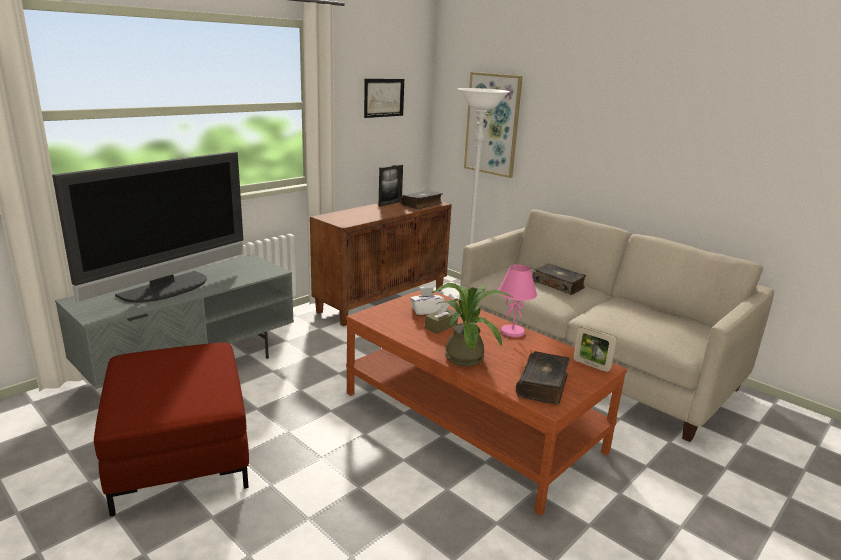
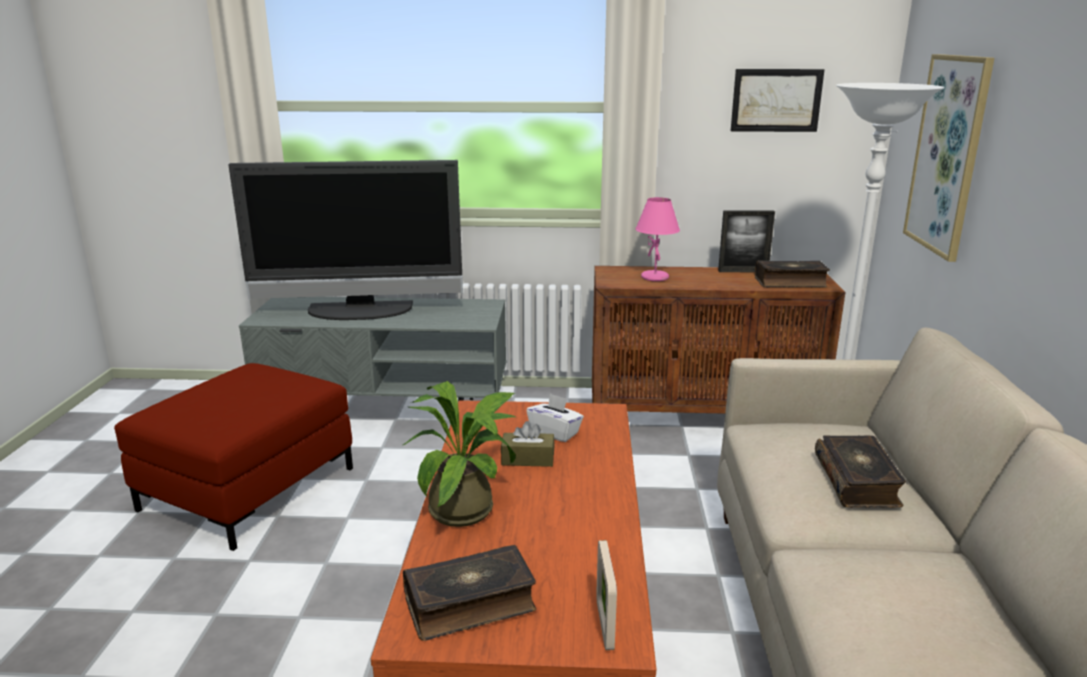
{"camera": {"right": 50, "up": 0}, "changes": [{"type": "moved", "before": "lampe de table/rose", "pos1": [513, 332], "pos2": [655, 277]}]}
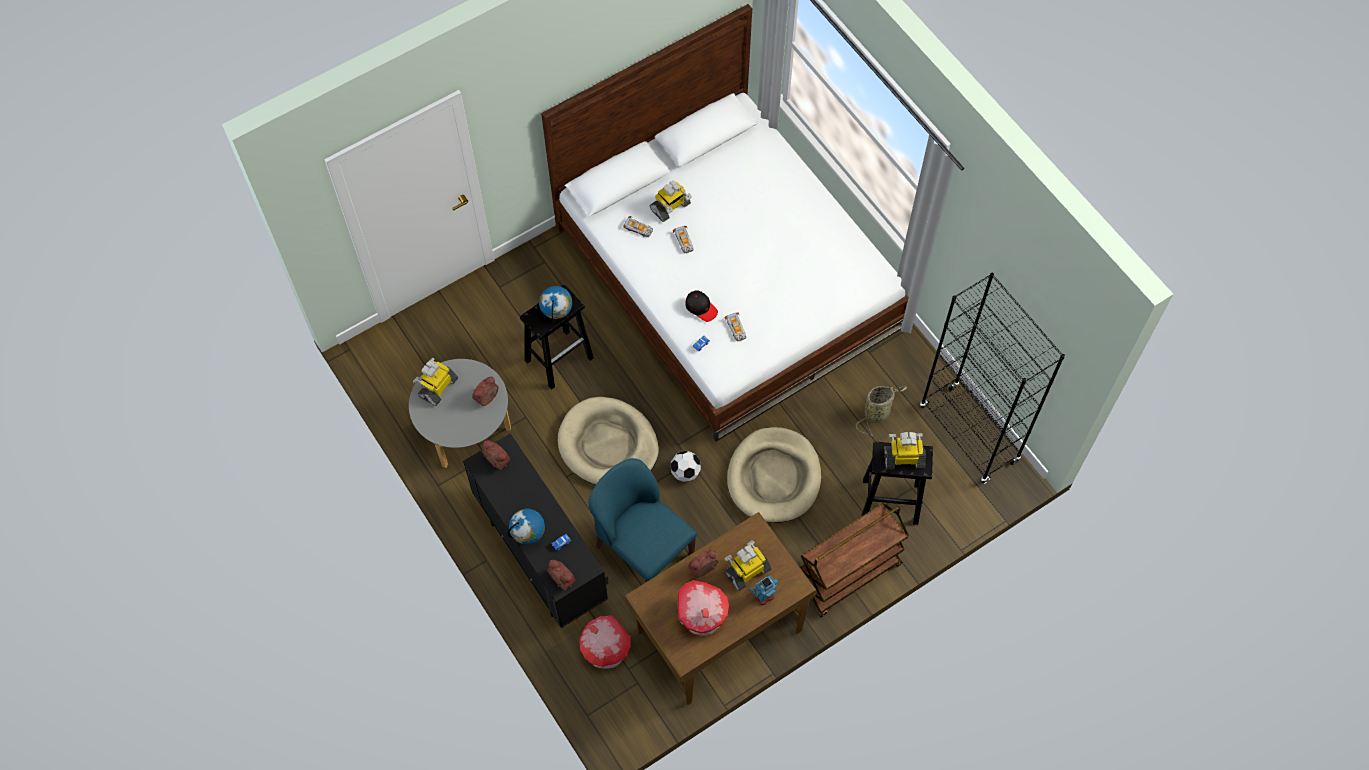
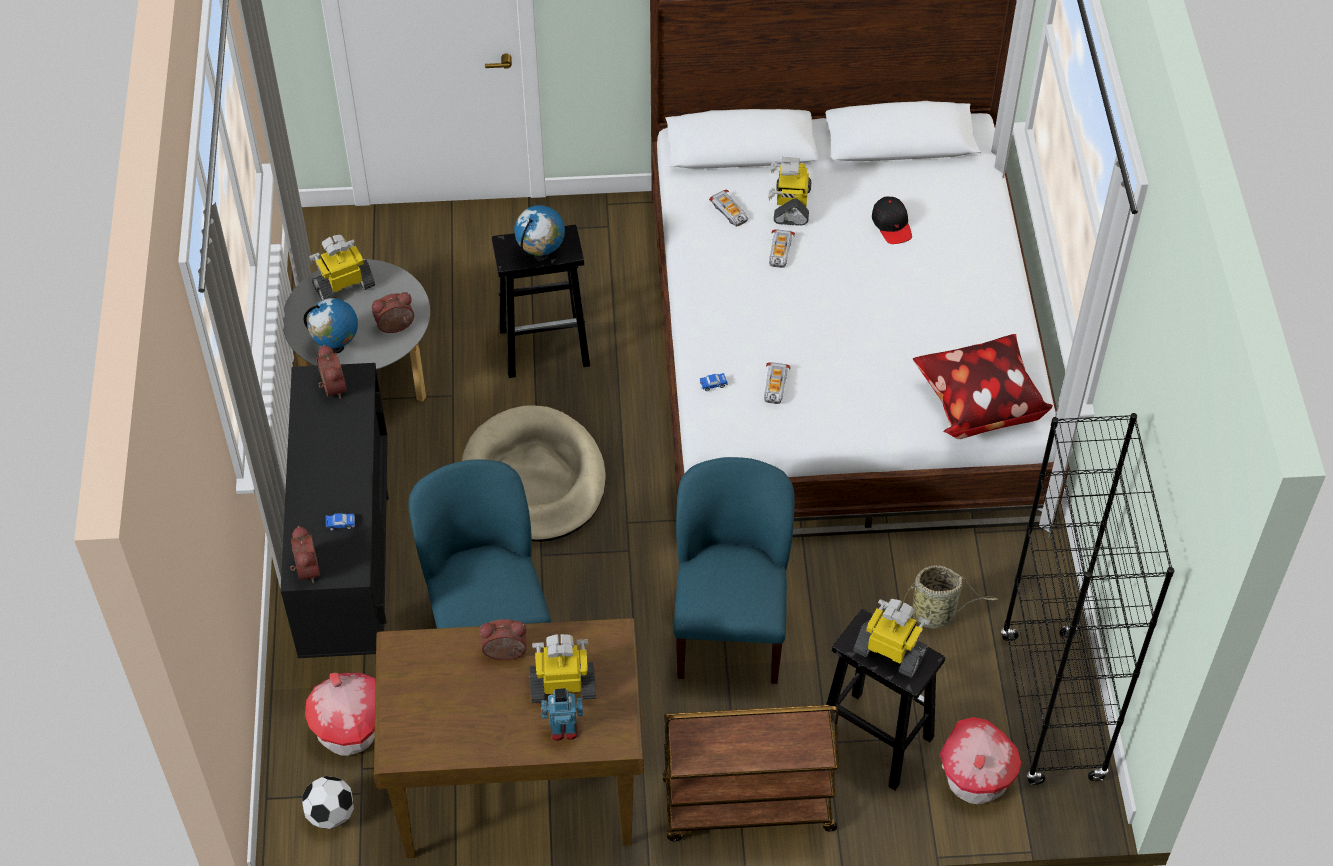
{"camera": {"right": 30, "up": -10}, "changes": [{"type": "moved", "before": "ballon de foot", "pos1": [685, 472], "pos2": [331, 814]}, {"type": "moved", "before": "globe", "pos1": [529, 536], "pos2": [336, 347]}, {"type": "replaced", "before": "panier pour chien/beige", "after": "chaise/bleu", "pos1": [774, 477], "pos2": [729, 627]}, {"type": "turned", "before": "robot jouet", "pos1": [670, 207], "pos2": [790, 205], "turn": 105}, {"type": "moved", "before": "casquette/noir", "pos1": [701, 308], "pos2": [892, 225]}, {"type": "added", "after": "coussin", "pos2": [977, 404]}, {"type": "moved", "before": "maison miniature", "pos1": [702, 615], "pos2": [976, 777]}]}
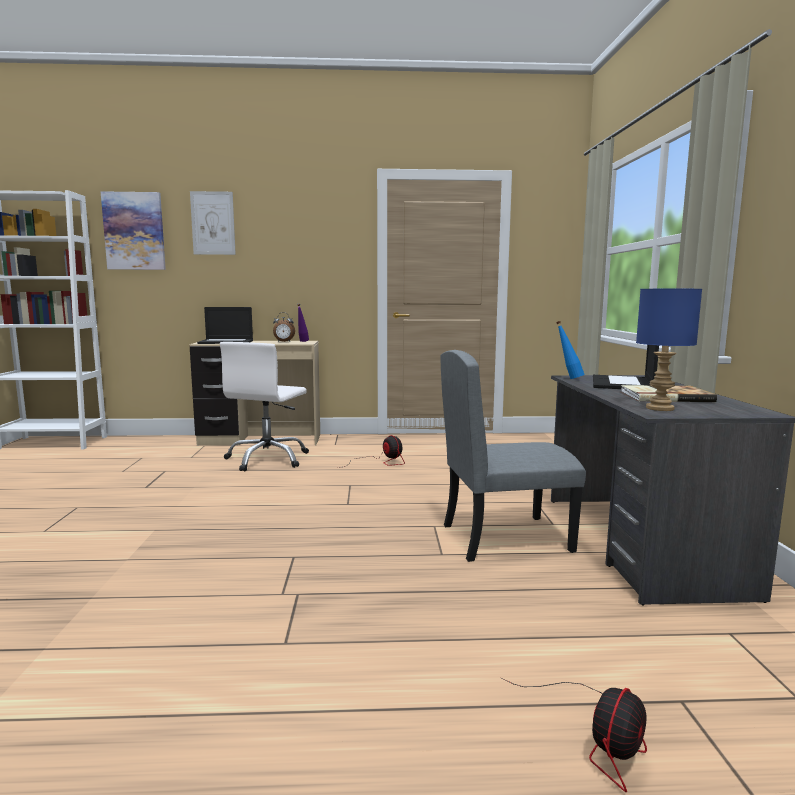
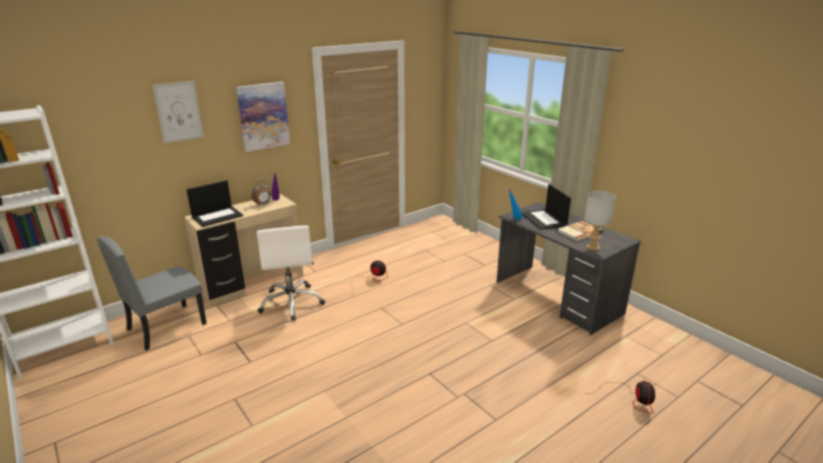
{"camera": {"right": -35, "up": 15}, "changes": [{"type": "moved", "before": "chaise/gris", "pos1": [505, 537], "pos2": [166, 326]}, {"type": "moved", "before": "tableau", "pos1": [134, 231], "pos2": [263, 116]}, {"type": "recoloured", "before": "lampe de table/bleu", "after": "lampe de table/gris", "pos1": [660, 408], "pos2": [593, 247]}]}
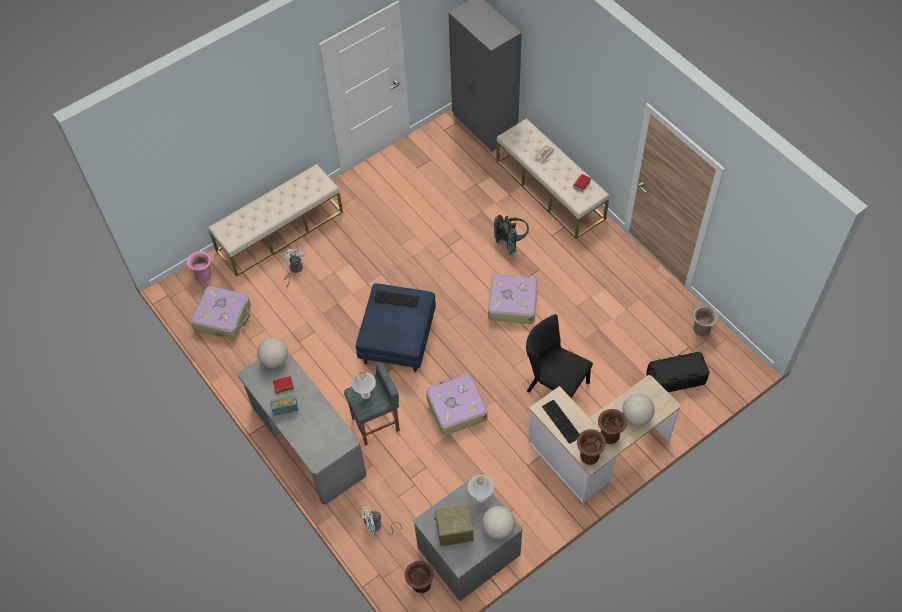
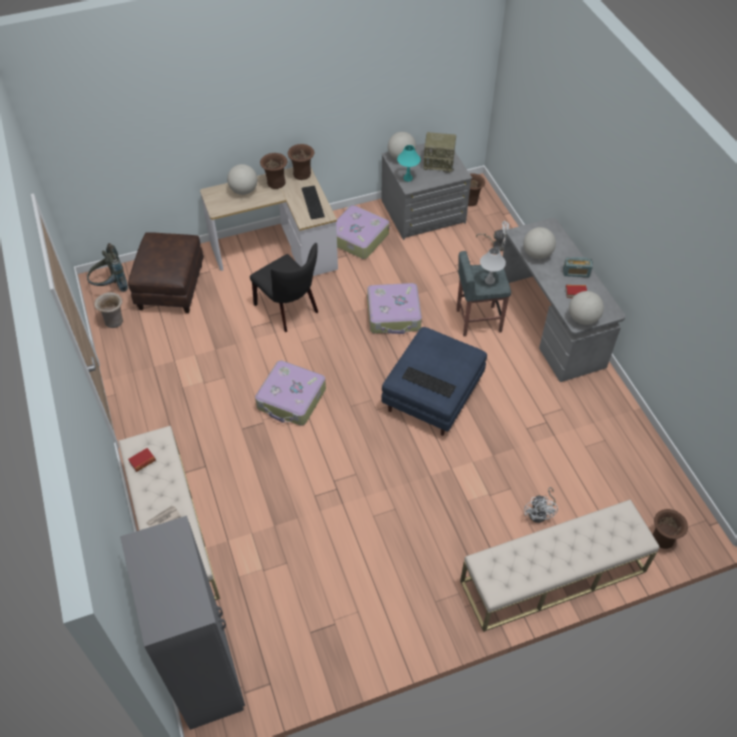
{"camera": {"right": -165, "up": -5}, "changes": [{"type": "moved", "before": "sac à dos/gris", "pos1": [512, 240], "pos2": [110, 286]}, {"type": "replaced", "before": "boîte de rangement/noir", "after": "pouf/marron", "pos1": [676, 378], "pos2": [170, 286]}, {"type": "moved", "before": "valise", "pos1": [223, 317], "pos2": [357, 238]}, {"type": "recoloured", "before": "lampe de table/blanc", "after": "lampe de table/turquoise", "pos1": [480, 498], "pos2": [408, 178]}, {"type": "added", "after": "globe", "pos2": [537, 254]}, {"type": "recoloured", "before": "vase/rose", "after": "vase/marron", "pos1": [204, 275], "pos2": [661, 540]}]}
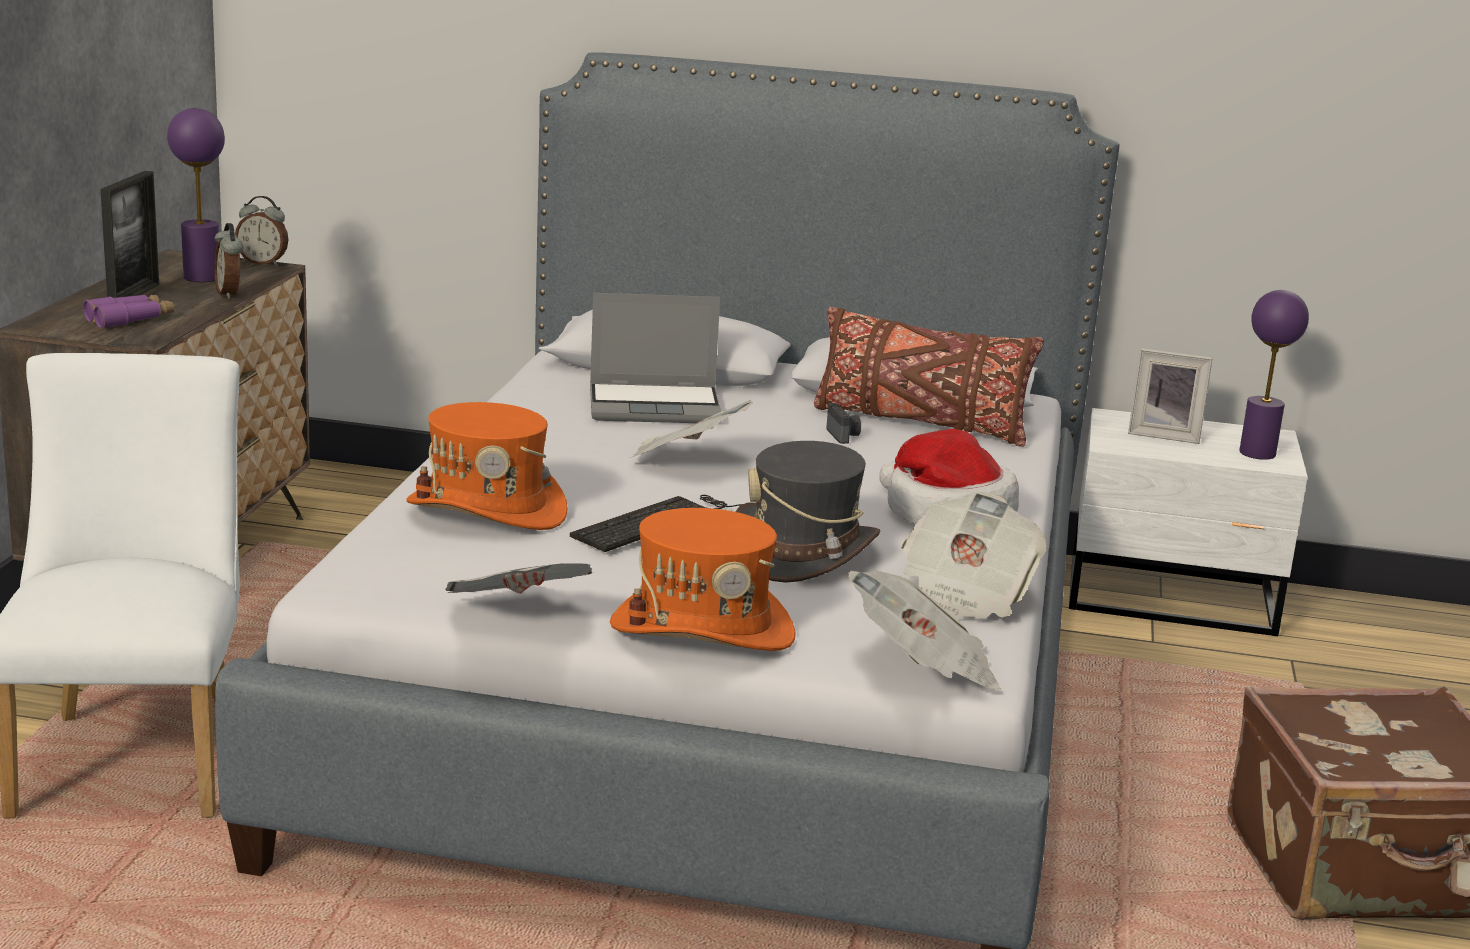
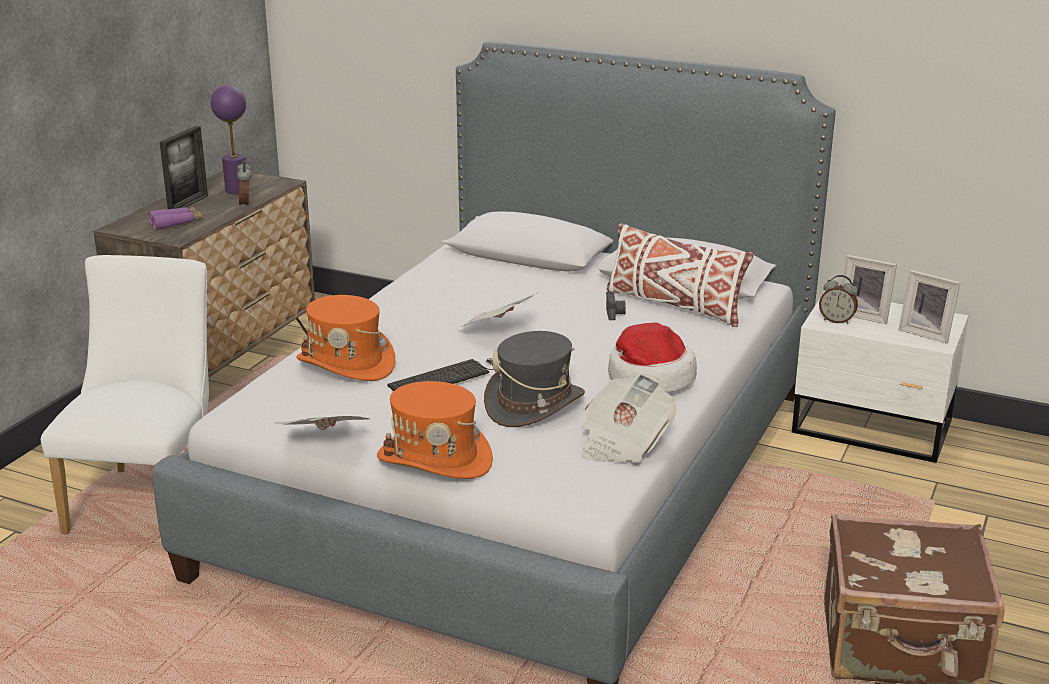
{"camera": {"right": 15, "up": 5}, "changes": [{"type": "recoloured", "before": "coussin/marron", "after": "coussin/blanc", "pos1": [919, 423], "pos2": [674, 305]}, {"type": "moved", "before": "réveil", "pos1": [263, 263], "pos2": [836, 321]}, {"type": "replaced", "before": "lampe de table/violet", "after": "cadre photo", "pos1": [1258, 453], "pos2": [926, 333]}, {"type": "removed", "before": "ordinateur portable", "pos1": [656, 406]}, {"type": "removed", "before": "journal", "pos1": [923, 668]}]}
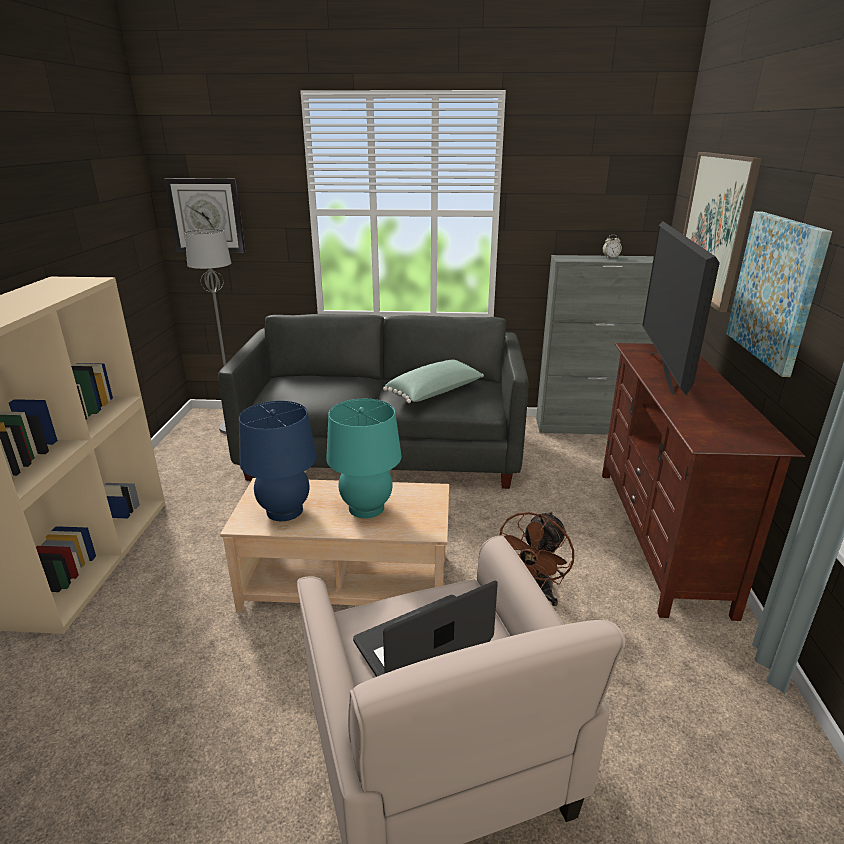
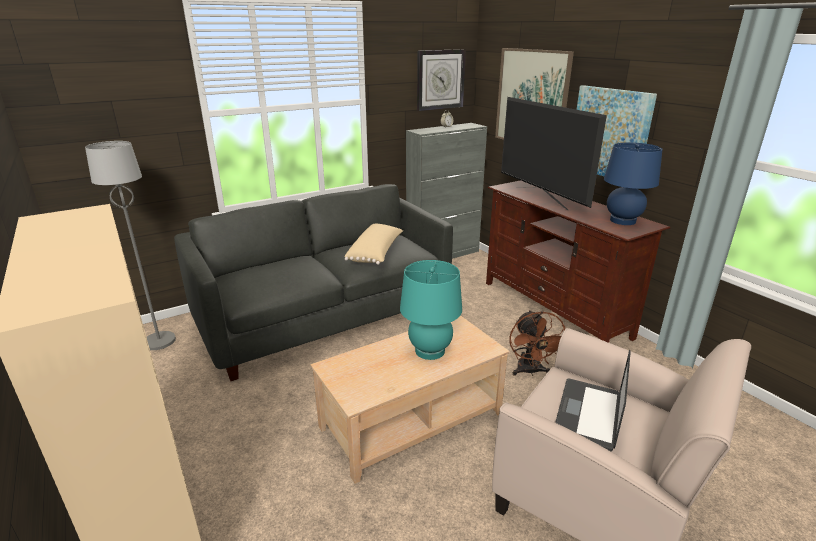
{"camera": {"right": -35, "up": 0}, "changes": [{"type": "recoloured", "before": "coussin/vert", "after": "coussin/beige", "pos1": [435, 393], "pos2": [376, 253]}, {"type": "moved", "before": "horloge murale", "pos1": [206, 215], "pos2": [440, 79]}, {"type": "moved", "before": "lampe de table/bleu", "pos1": [284, 511], "pos2": [622, 221]}]}
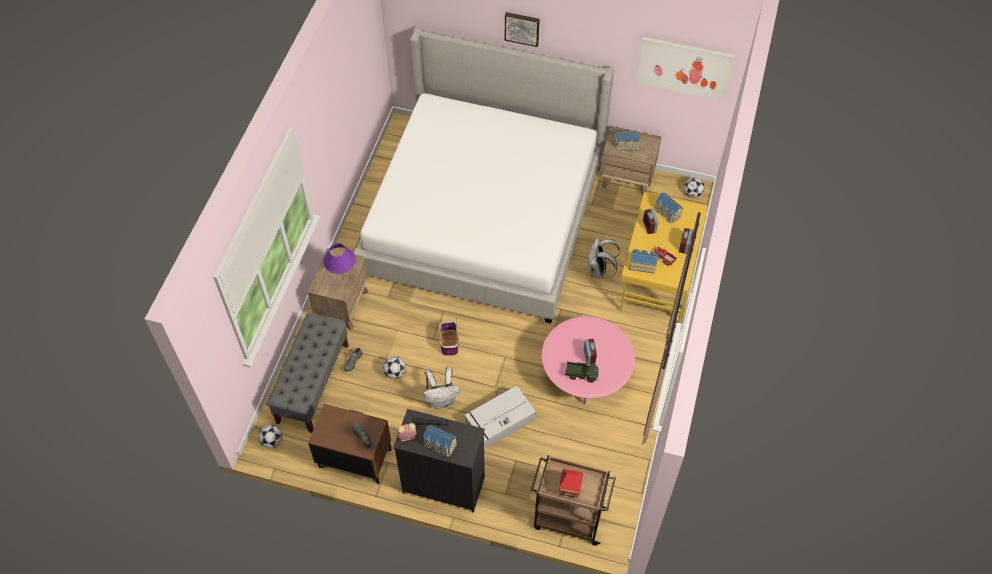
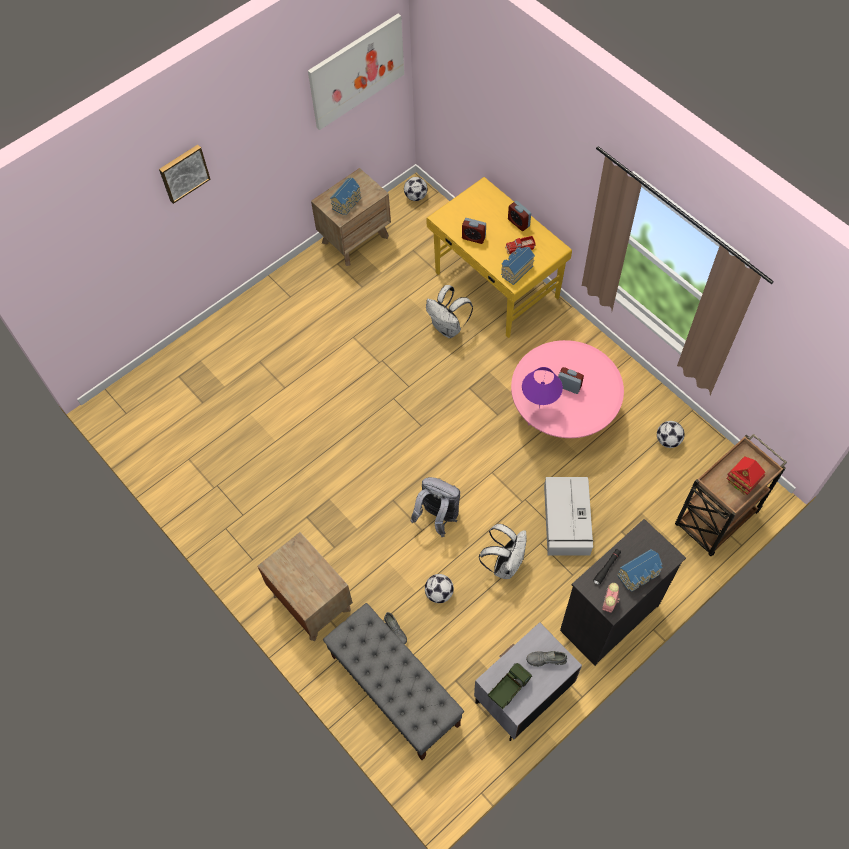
{"camera": {"right": -55, "up": 5}, "changes": [{"type": "replaced", "before": "panier", "after": "sac à dos/gris", "pos1": [449, 342], "pos2": [437, 517]}, {"type": "recoloured", "before": "table de chevet/marron", "after": "table de chevet/gris", "pos1": [354, 459], "pos2": [523, 695]}, {"type": "moved", "before": "camion jouet", "pos1": [581, 374], "pos2": [509, 688]}, {"type": "moved", "before": "lampe de table/violet", "pos1": [343, 279], "pos2": [539, 408]}, {"type": "moved", "before": "ballon de foot", "pos1": [271, 441], "pos2": [668, 440]}, {"type": "removed", "before": "lit", "pos1": [484, 216]}, {"type": "removed", "before": "maison miniature", "pos1": [667, 213]}]}
